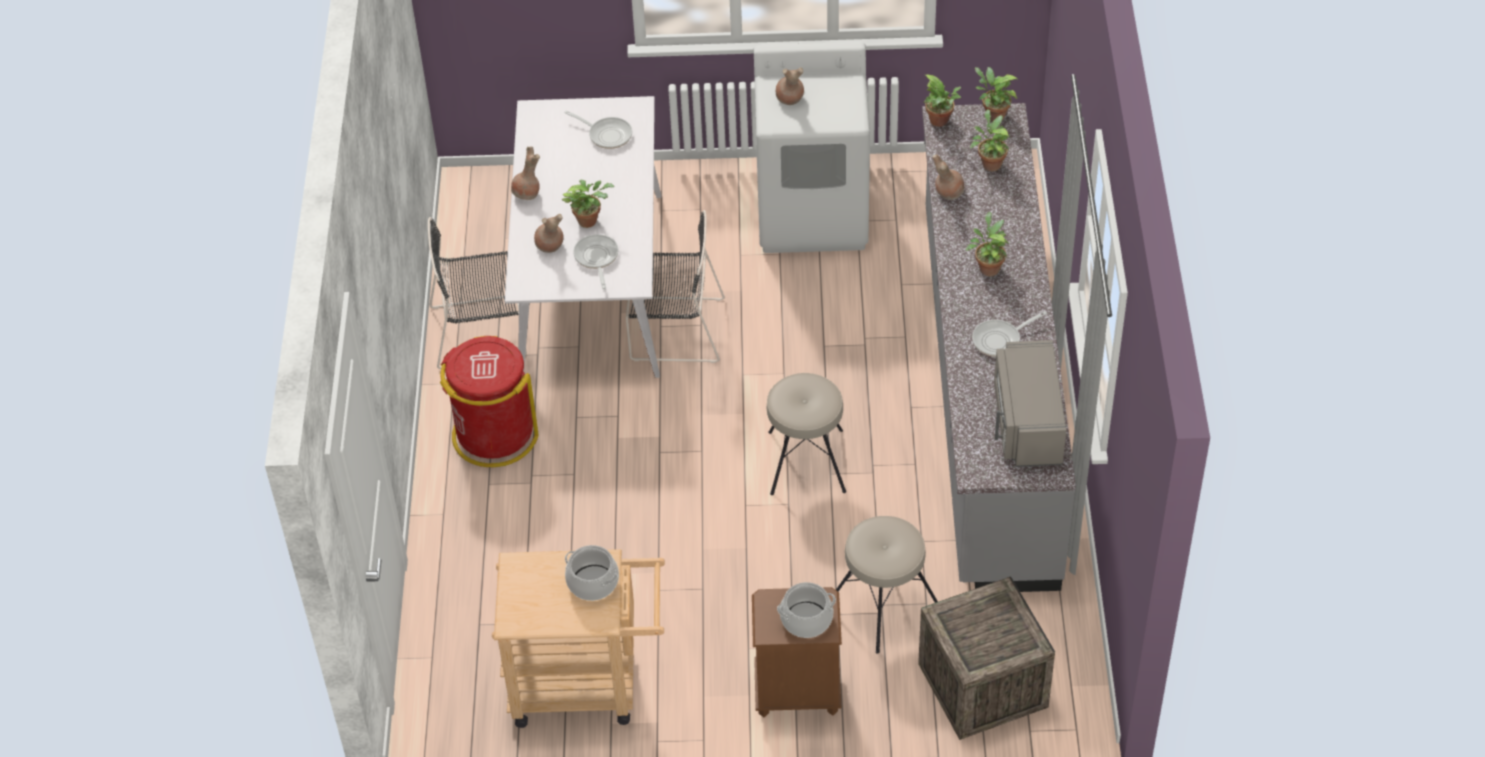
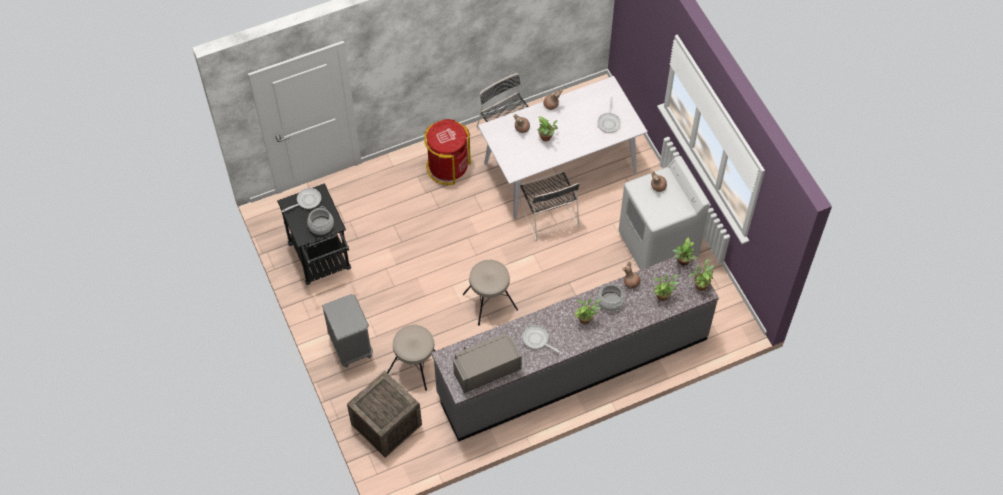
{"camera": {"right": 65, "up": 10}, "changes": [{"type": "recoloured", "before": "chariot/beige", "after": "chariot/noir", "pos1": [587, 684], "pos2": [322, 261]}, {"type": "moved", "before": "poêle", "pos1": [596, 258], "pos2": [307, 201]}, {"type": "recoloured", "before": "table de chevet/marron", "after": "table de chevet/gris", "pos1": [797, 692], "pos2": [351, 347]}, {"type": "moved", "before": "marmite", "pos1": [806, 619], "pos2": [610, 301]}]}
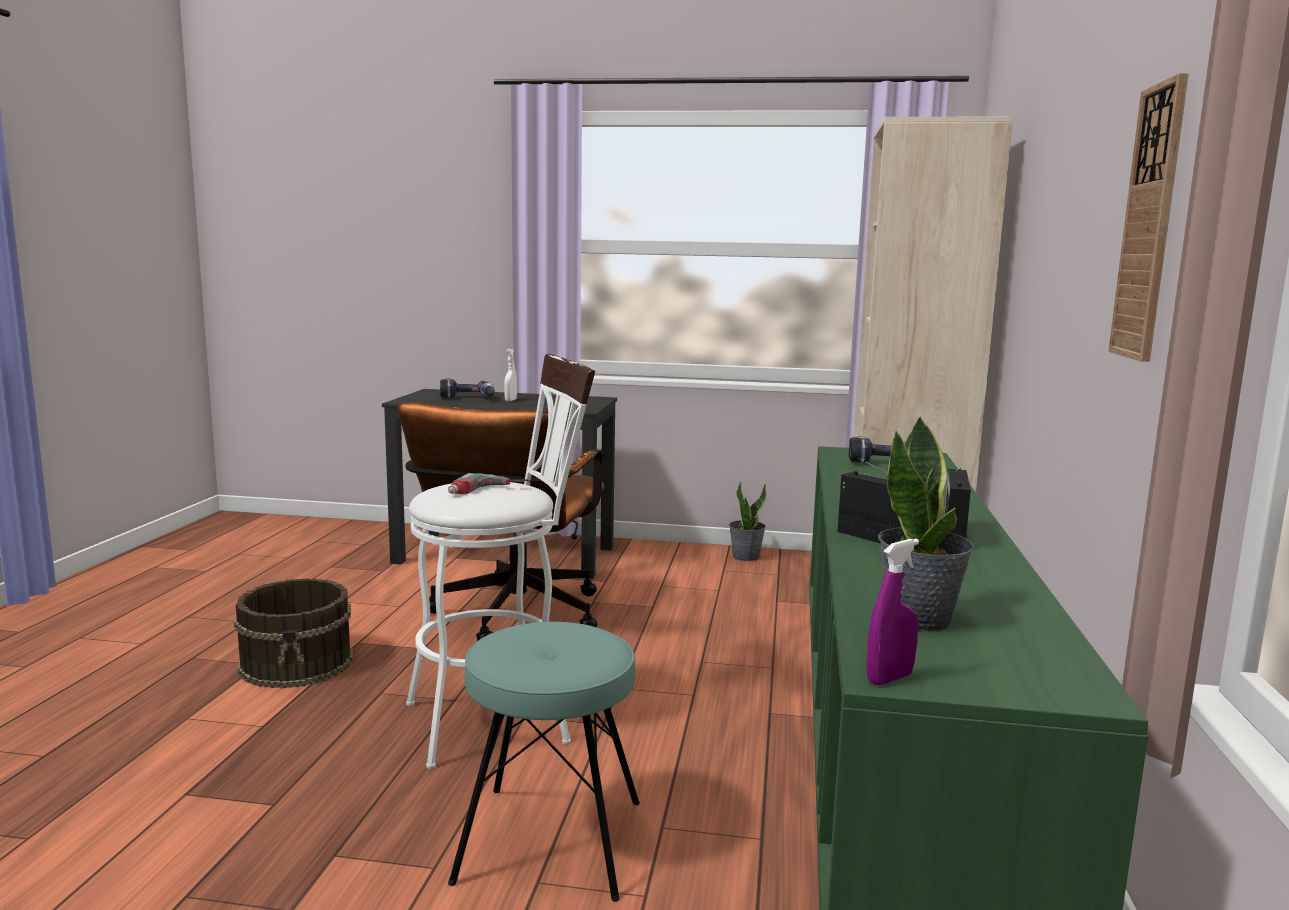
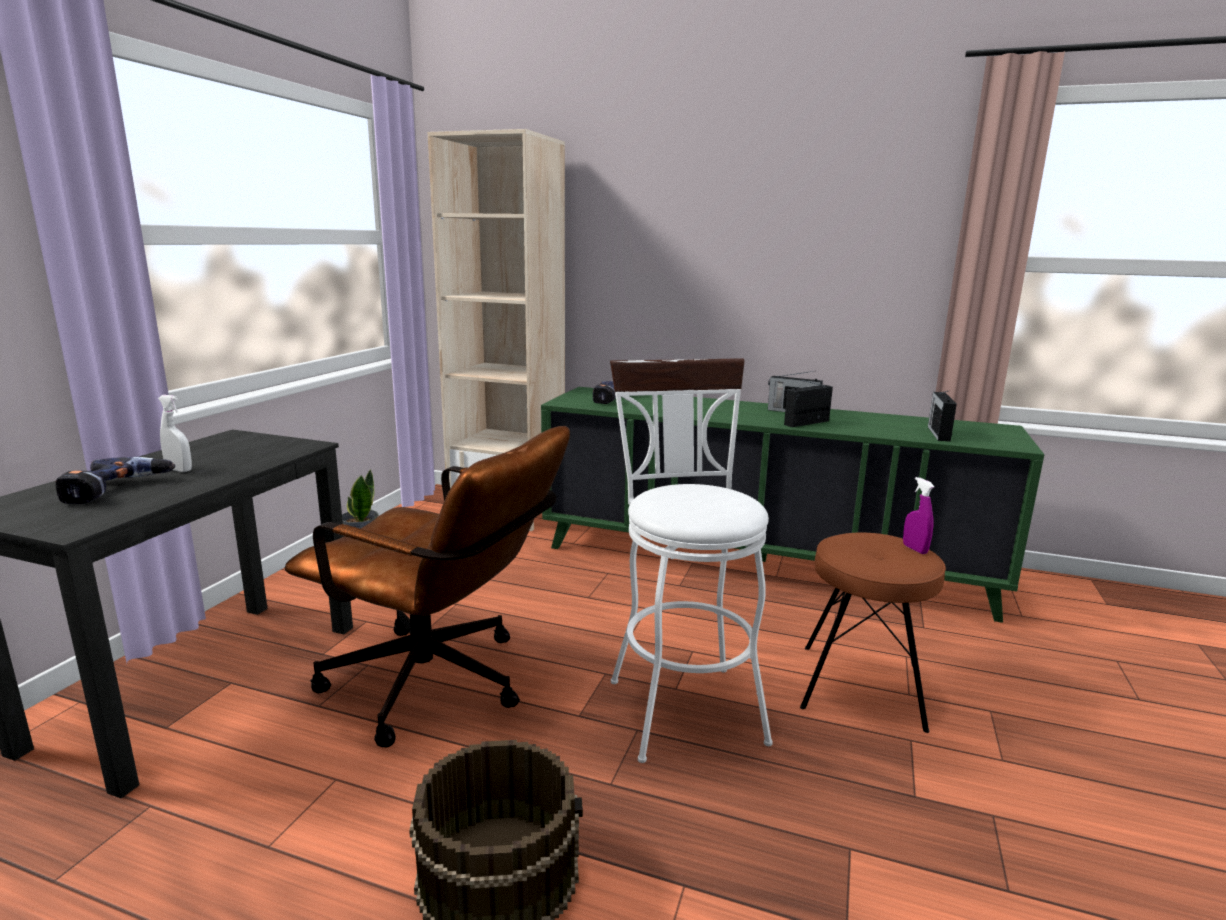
{"camera": {"right": -80, "up": 5}, "changes": [{"type": "recoloured", "before": "tabouret/turquoise", "after": "tabouret/marron", "pos1": [550, 840], "pos2": [860, 686]}, {"type": "moved", "before": "vaporisateur/violet", "pos1": [889, 678], "pos2": [914, 549]}, {"type": "replaced", "before": "plante en pot", "after": "radio", "pos1": [918, 618], "pos2": [938, 433]}, {"type": "removed", "before": "perceuse", "pos1": [488, 492]}, {"type": "removed", "before": "horloge murale", "pos1": [1149, 223]}]}
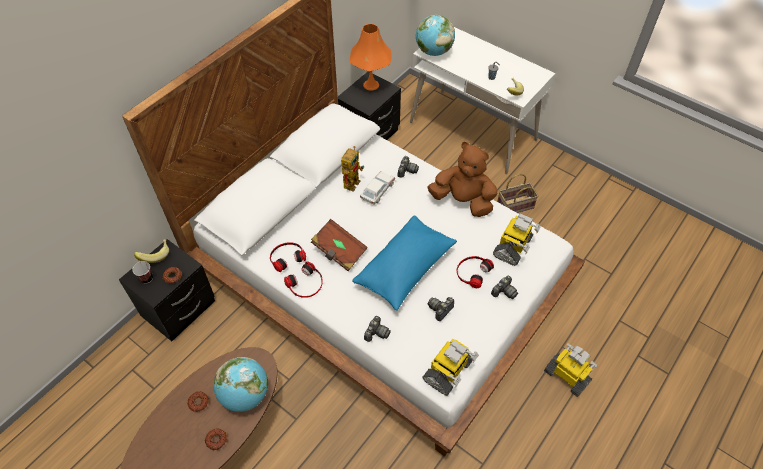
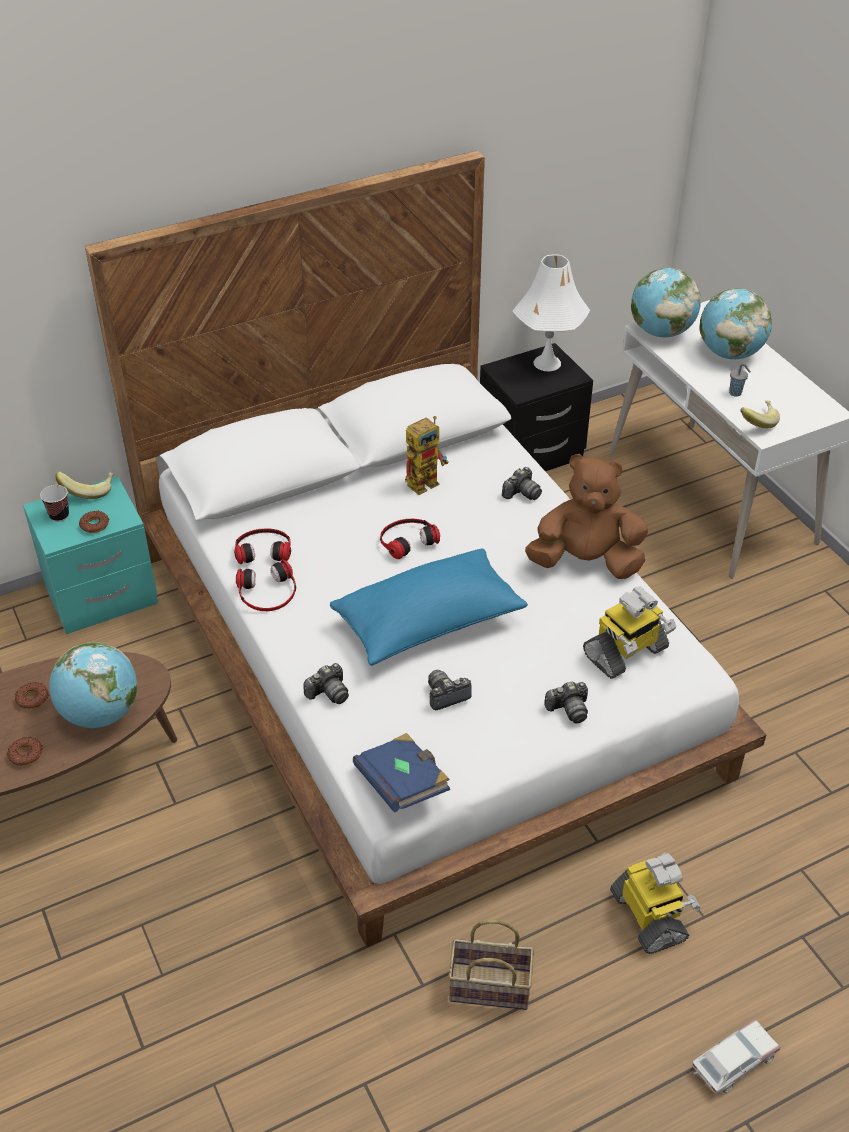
{"camera": {"right": 25, "up": -10}, "changes": [{"type": "recoloured", "before": "table de chevet/noir", "after": "table de chevet/turquoise", "pos1": [179, 309], "pos2": [102, 597]}, {"type": "replaced", "before": "robot jouet", "after": "livre/bleu", "pos1": [448, 372], "pos2": [402, 784]}, {"type": "moved", "before": "casque audio", "pos1": [472, 272], "pos2": [407, 540]}, {"type": "moved", "before": "panier", "pos1": [514, 206], "pos2": [487, 988]}, {"type": "recoloured", "before": "lampe de table/orange", "after": "lampe de table/blanc", "pos1": [371, 85], "pos2": [547, 363]}, {"type": "turned", "before": "peluche/marron", "pos1": [463, 201], "pos2": [586, 562], "turn": -45}, {"type": "moved", "before": "petite voiture", "pos1": [377, 191], "pos2": [733, 1062]}, {"type": "added", "after": "globe", "pos2": [729, 353]}, {"type": "removed", "before": "livre/marron", "pos1": [339, 251]}]}
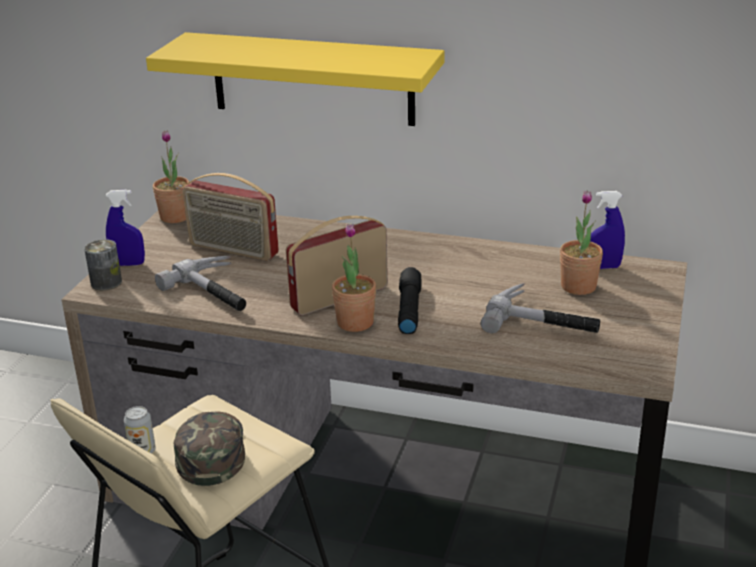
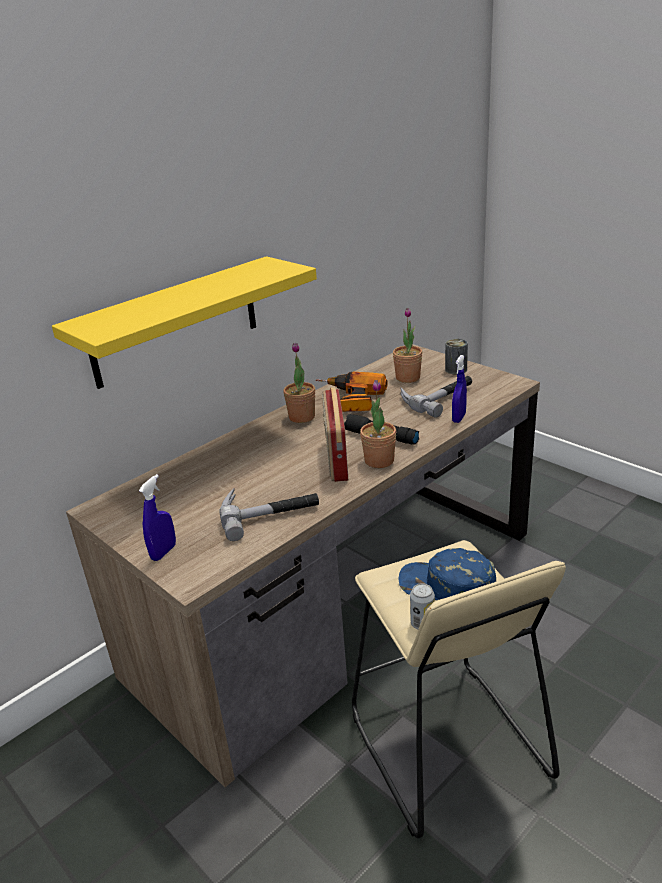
{"camera": {"right": -60, "up": 0}, "changes": [{"type": "moved", "before": "plante en pot", "pos1": [175, 217], "pos2": [302, 417]}, {"type": "added", "after": "perceuse", "pos2": [351, 401]}, {"type": "recoloured", "before": "casquette/vert", "after": "casquette/bleu", "pos1": [210, 450], "pos2": [446, 585]}, {"type": "moved", "before": "boîte métallique", "pos1": [106, 282], "pos2": [456, 369]}, {"type": "moved", "before": "vaporisateur/bleu", "pos1": [603, 267], "pos2": [459, 418]}, {"type": "removed", "before": "radio", "pos1": [232, 250]}]}
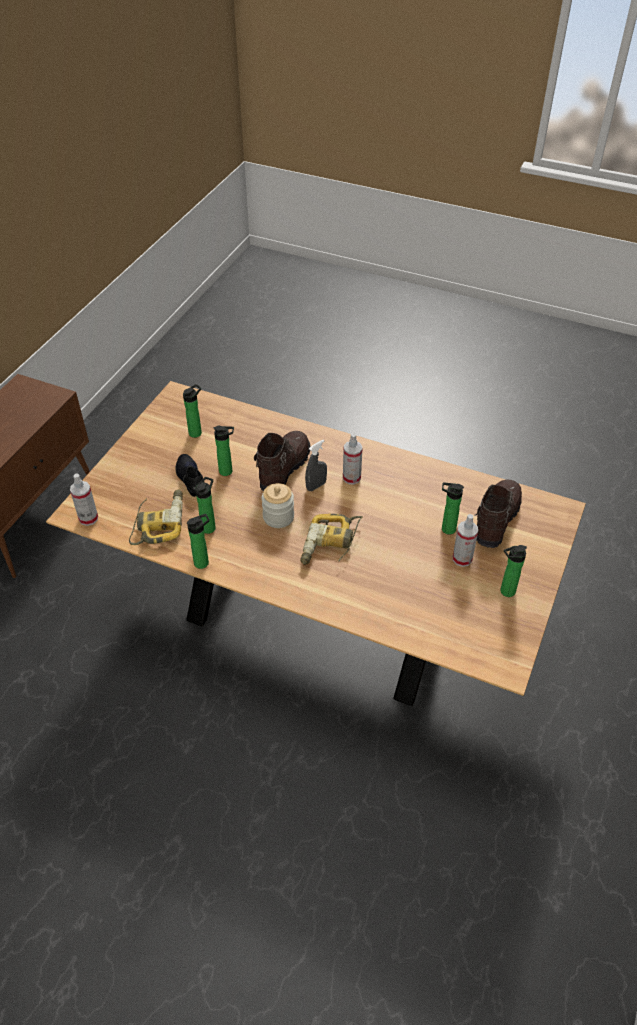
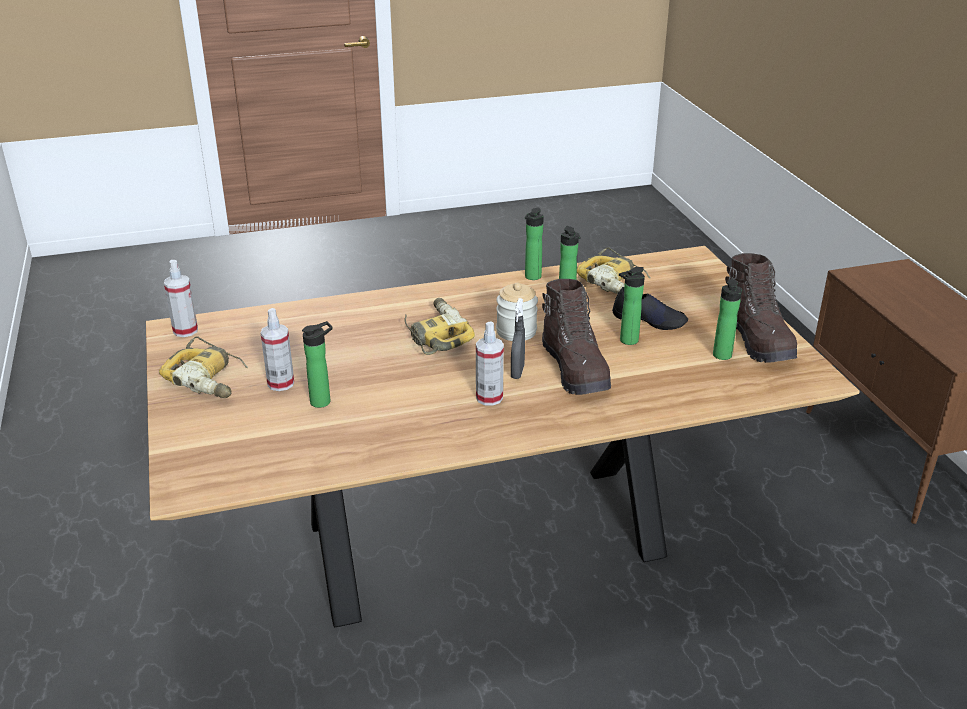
{"camera": {"right": 140, "up": -15}, "changes": [{"type": "replaced", "before": "bouteille", "after": "perceuse", "pos1": [505, 592], "pos2": [209, 378]}, {"type": "moved", "before": "vaporisateur", "pos1": [88, 518], "pos2": [185, 330]}, {"type": "moved", "before": "botte/marron", "pos1": [495, 520], "pos2": [758, 340]}]}
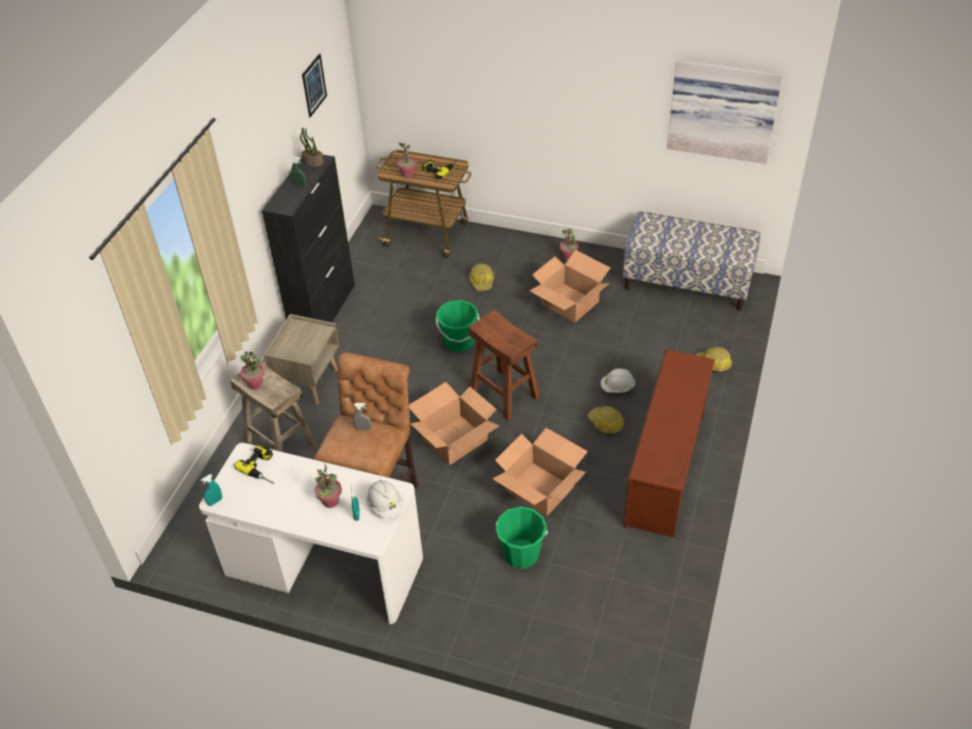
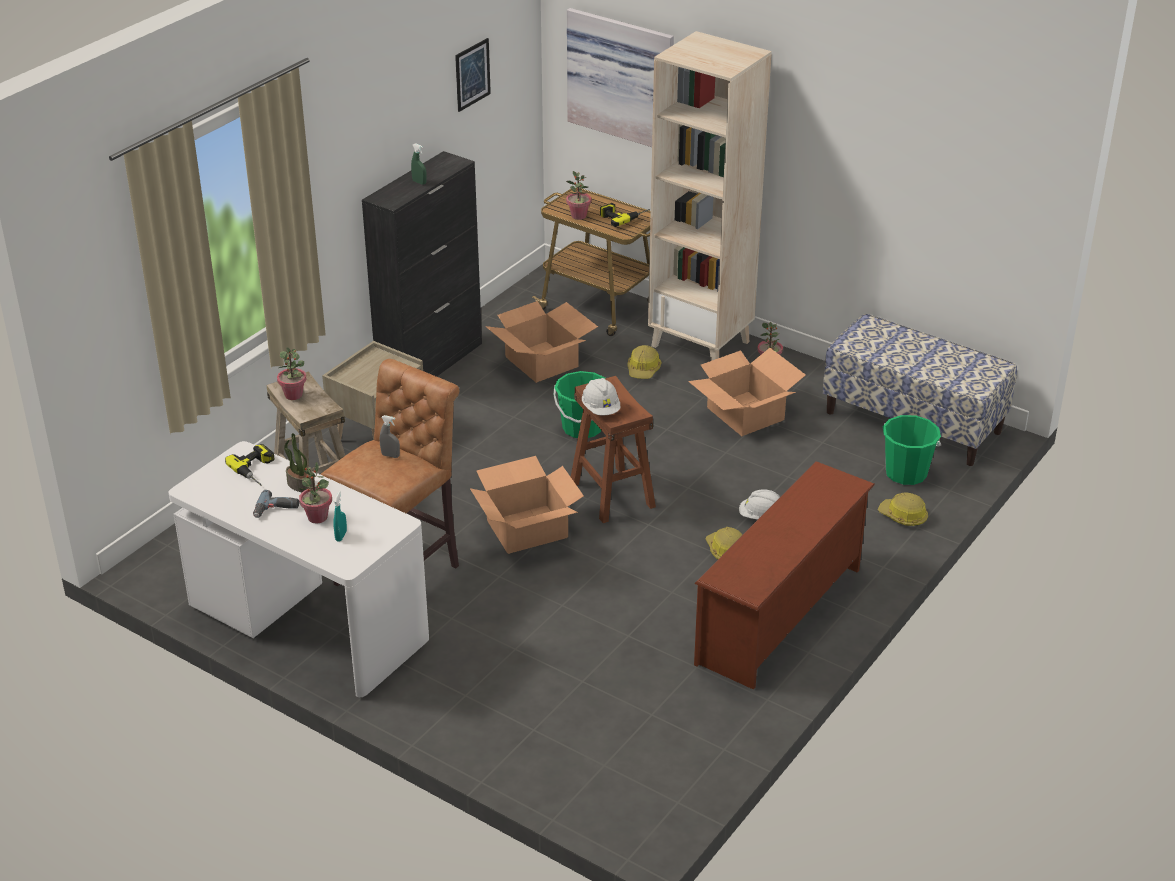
{"camera": {"right": 15, "up": -10}, "changes": [{"type": "added", "after": "perceuse", "pos2": [276, 510]}, {"type": "moved", "before": "plante en pot", "pos1": [312, 162], "pos2": [300, 485]}, {"type": "moved", "before": "carton", "pos1": [540, 488], "pos2": [542, 361]}, {"type": "moved", "before": "tableau", "pos1": [723, 109], "pos2": [622, 77]}, {"type": "moved", "before": "casque de chantier/blanc", "pos1": [385, 505], "pos2": [601, 409]}, {"type": "added", "after": "bibliothèque/beige", "pos2": [701, 344]}, {"type": "moved", "before": "seau/vert", "pos1": [521, 554], "pos2": [906, 473]}, {"type": "removed", "before": "vaporisateur/turquoise", "pos1": [215, 501]}]}
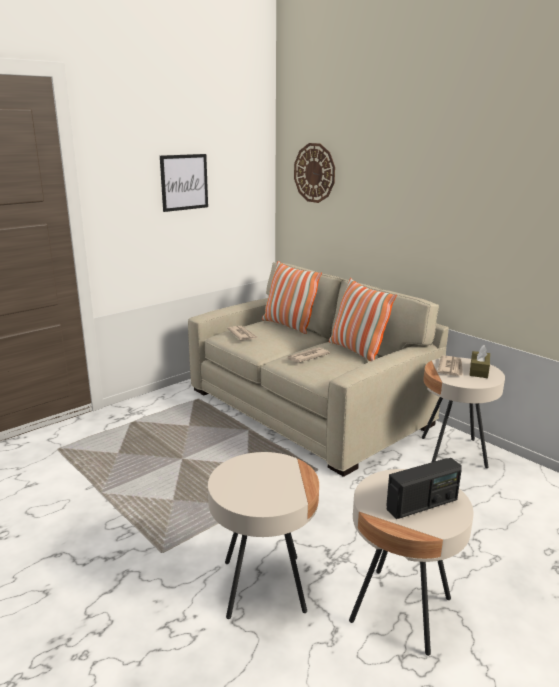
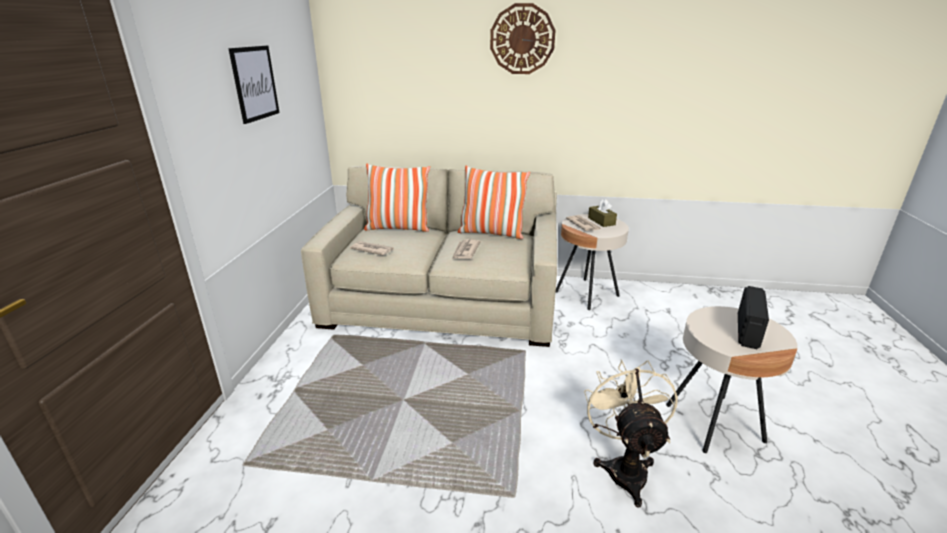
{"camera": {"right": -40, "up": 5}, "changes": [{"type": "moved", "before": "horloge murale", "pos1": [314, 173], "pos2": [522, 39]}, {"type": "replaced", "before": "table d'appoint/beige", "after": "ventilateur/beige", "pos1": [264, 586], "pos2": [624, 467]}]}
